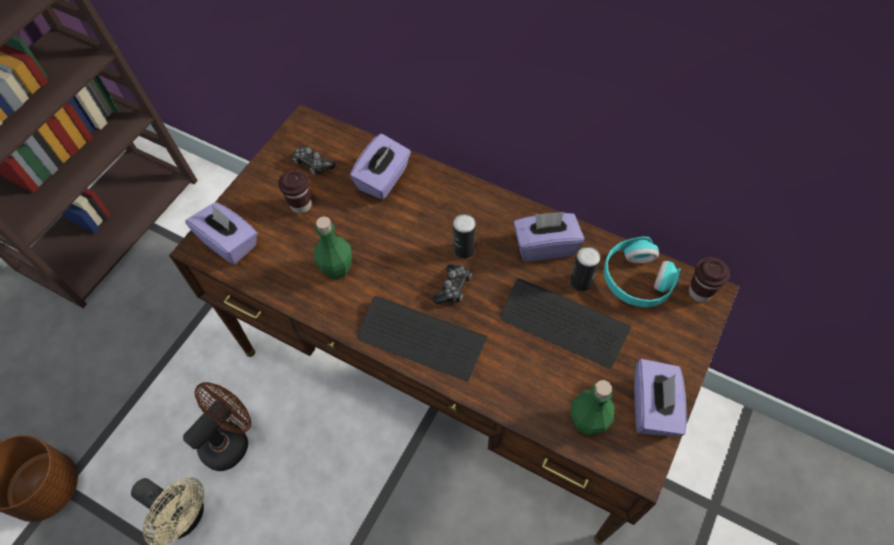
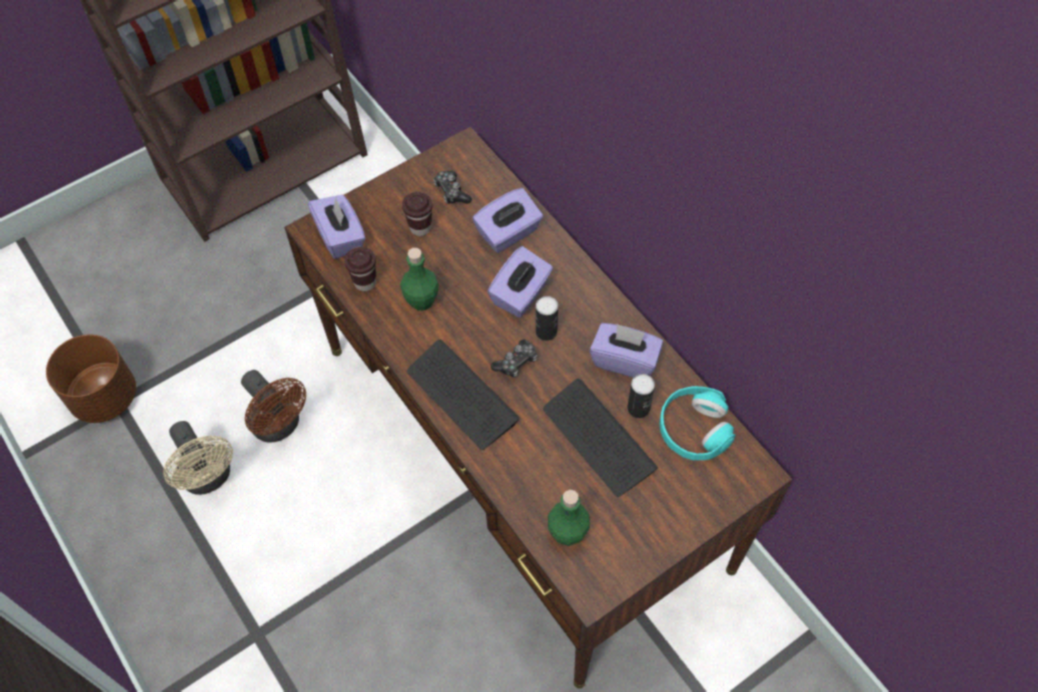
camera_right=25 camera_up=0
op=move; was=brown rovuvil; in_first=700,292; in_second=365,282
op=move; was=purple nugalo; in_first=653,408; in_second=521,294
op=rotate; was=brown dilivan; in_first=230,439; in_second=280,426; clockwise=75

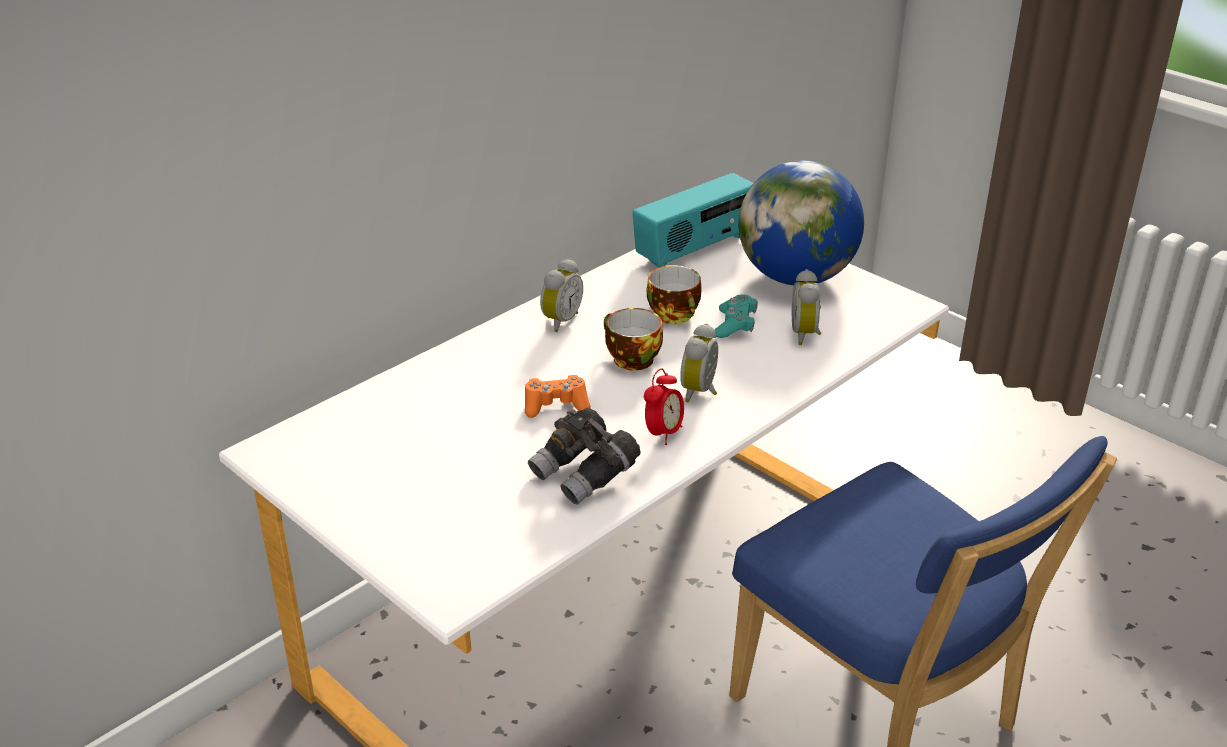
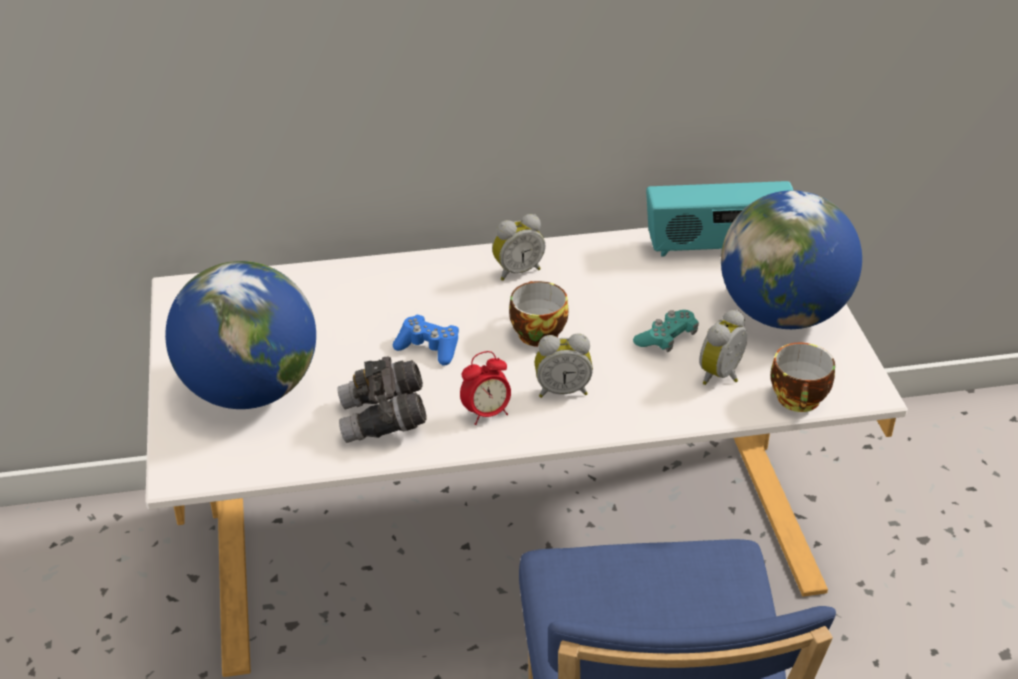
camera_right=35 camera_up=5
op=move; was=rovuvil; in_first=676,315; in_second=800,400
op=rotate; was=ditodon; in_first=701,392; in_second=562,390; clockwise=-150
op=recolor; was=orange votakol; now=blue votakol; in_first=556,405; in_second=428,348
op=insert; now=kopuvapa; in_second=250,391

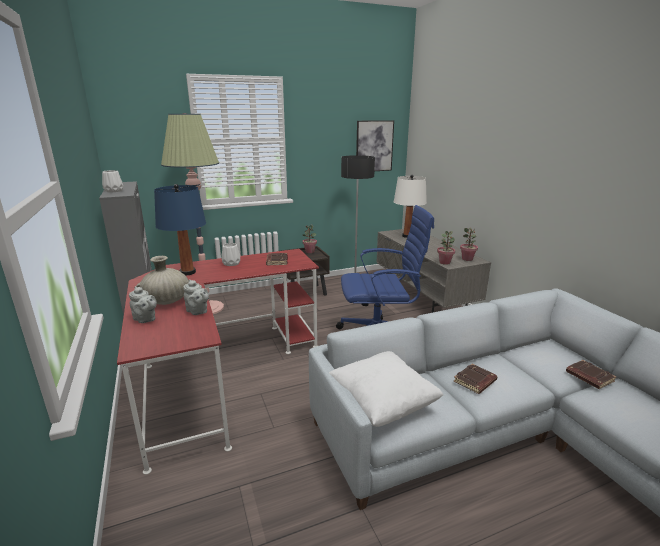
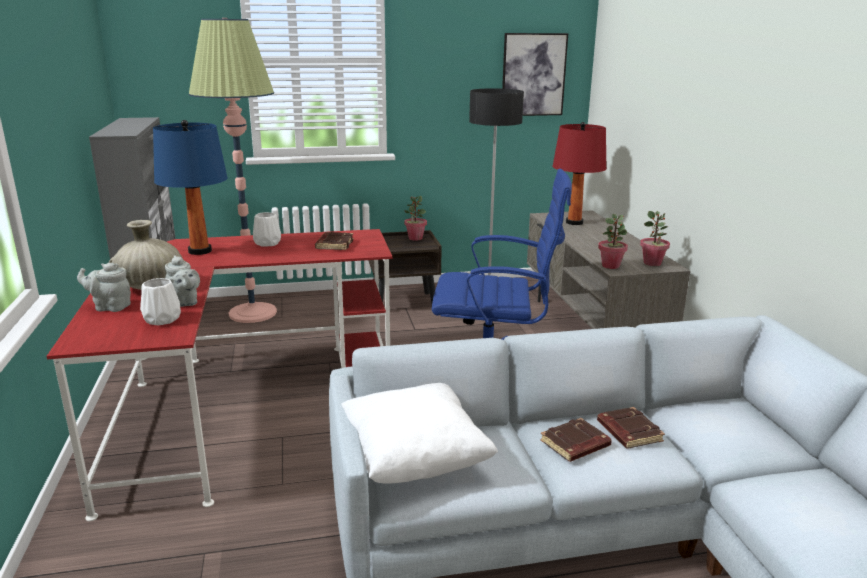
camera_right=10 camera_up=0
op=move; was=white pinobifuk; in_first=114,191; in_second=163,319
op=recolor; was=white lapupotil; now=red lapupotil; in_first=407,236; in_second=574,222
op=rotate; was=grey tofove; in_first=145,319; in_second=110,307; clockwise=135
op=move; was=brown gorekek; in_first=588,377; in_second=628,432

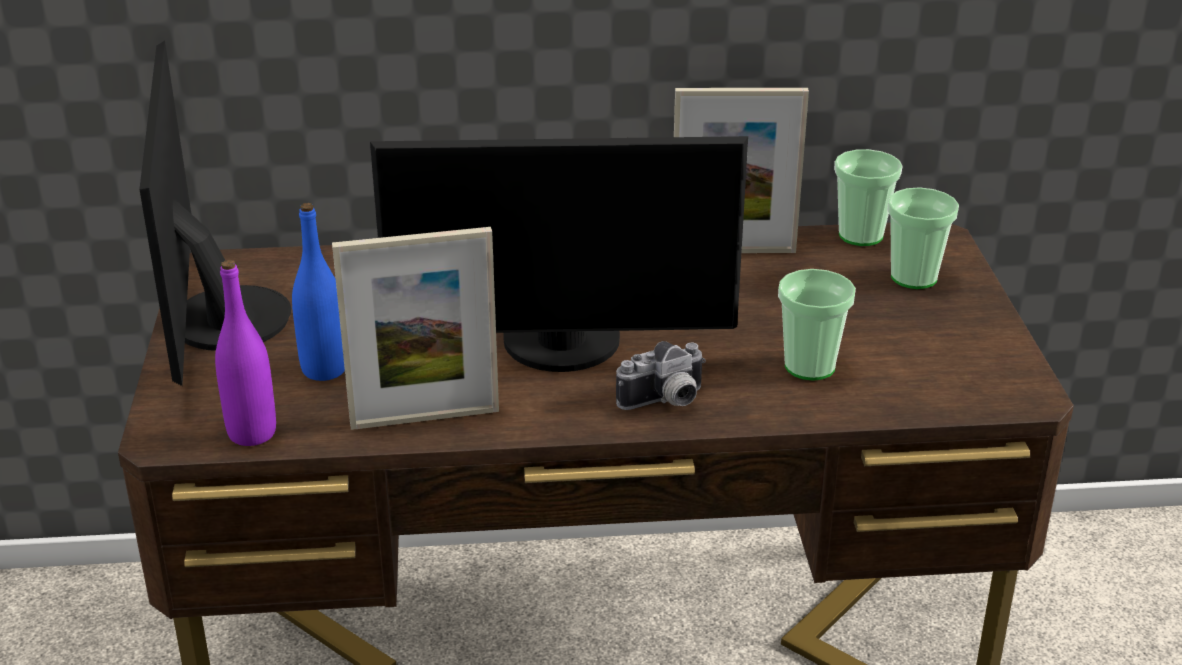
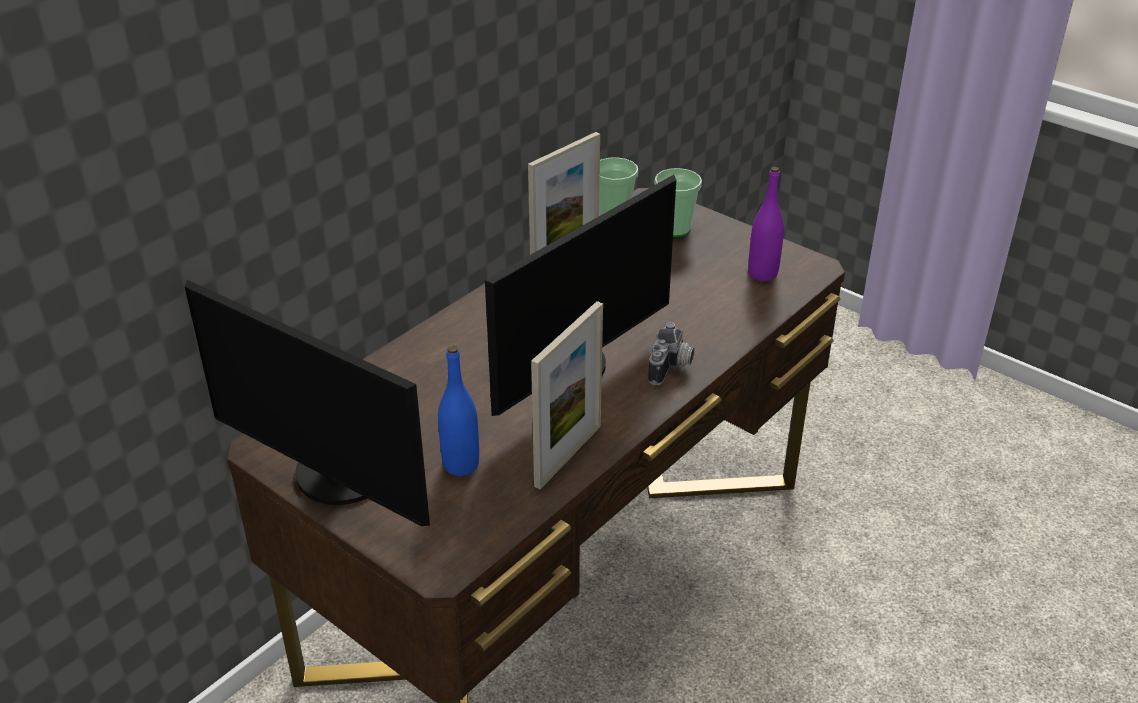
camera_right=-45 camera_up=5
op=move; was=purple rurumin; in_first=252,433; in_second=762,274
op=delete; was=rovuvil; in_first=810,366

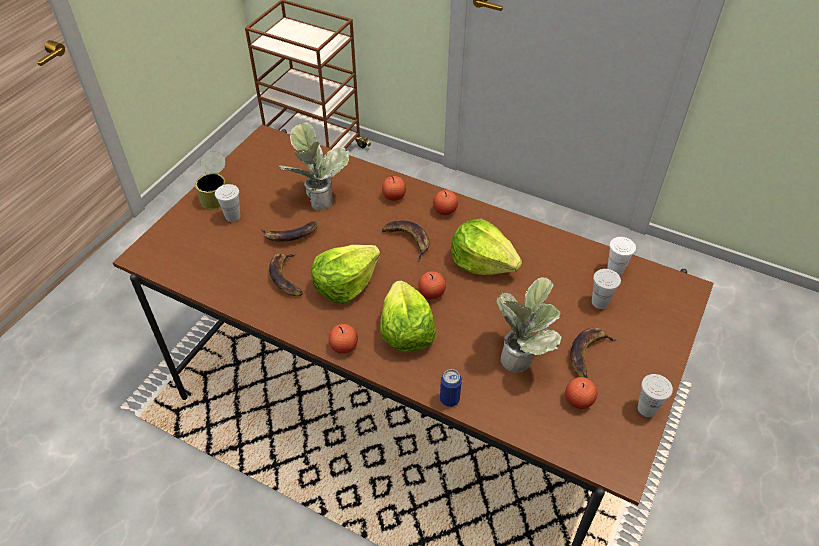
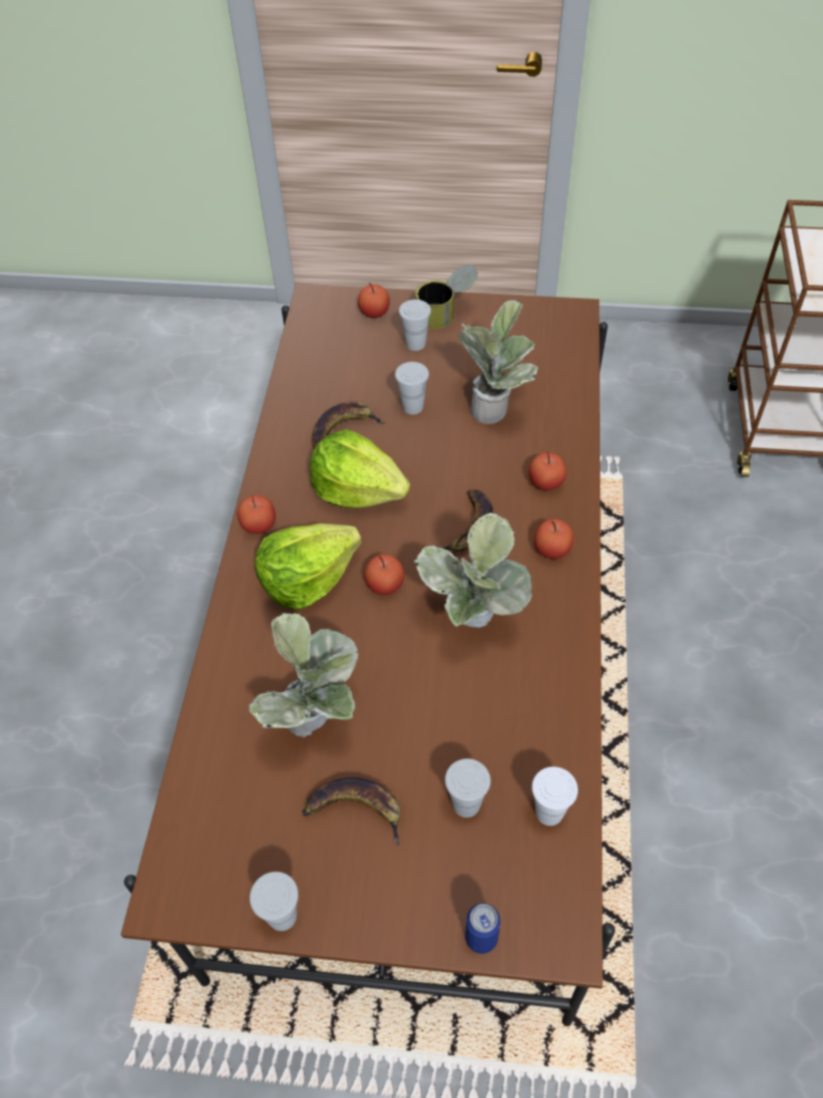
camera_right=70 camera_up=5
op=replace; was=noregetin; now=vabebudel; in_first=482,262; in_second=472,626
op=replace; was=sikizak; now=white rovuvil; in_first=290,235; in_second=413,407
op=move; was=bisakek; in_first=449,399; in_second=481,938
op=move; was=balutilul; in_first=578,400; in_second=374,312

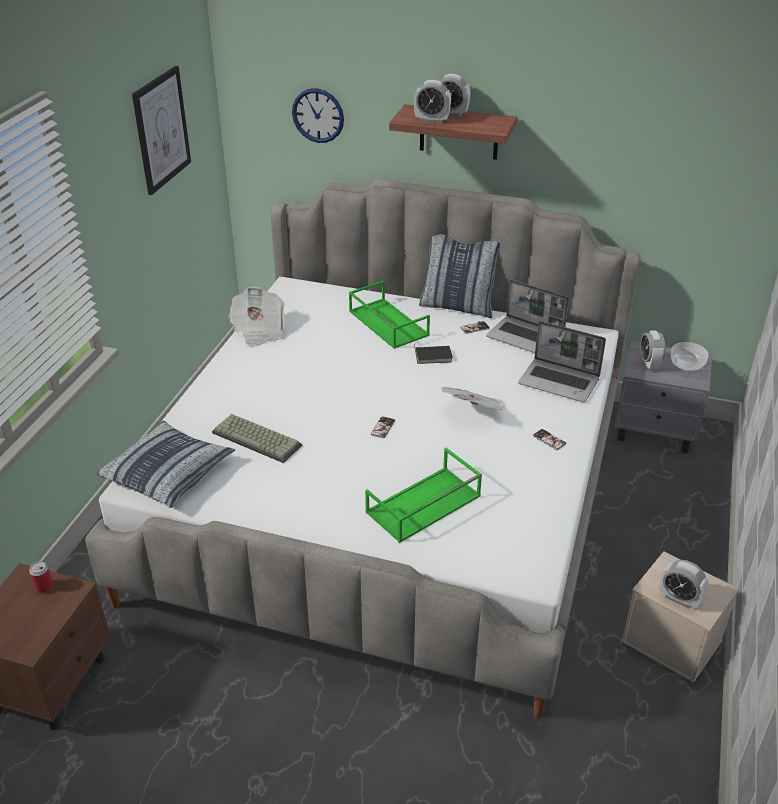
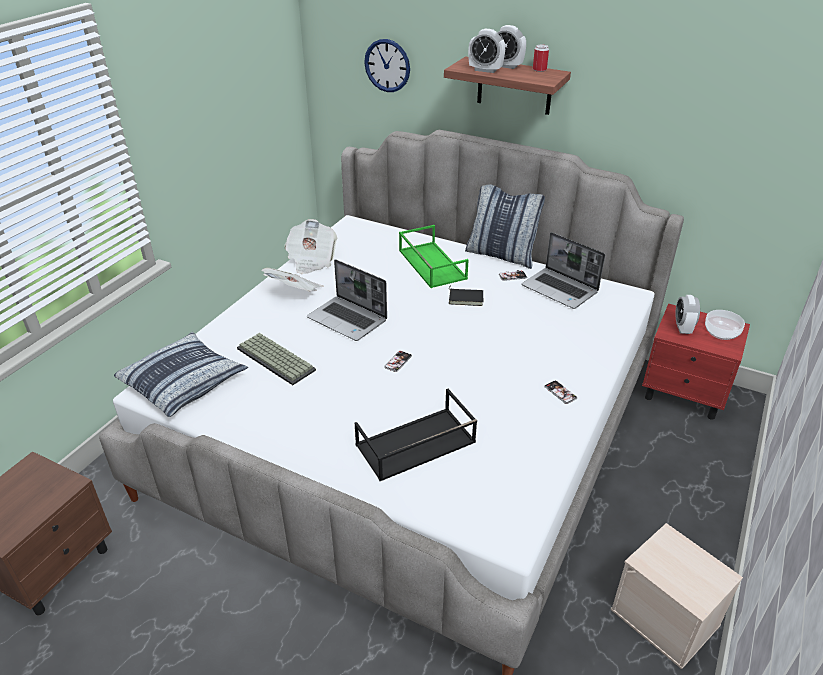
camera_right=10 camera_up=0
op=delete; was=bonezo; in_first=161,130
op=move; was=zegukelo; in_first=560,382; in_second=348,319
op=recolor; was=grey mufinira; now=red mufinira; in_first=655,431; in_second=684,394
op=move; was=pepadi; in_first=475,412; in_second=295,293
op=recolor; was=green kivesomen; now=black kivesomen; in_first=423,505; in_second=415,445
op=delete; was=ditodon; in_first=679,599
op=move; was=bisakek; in_first=44,587; in_second=539,70

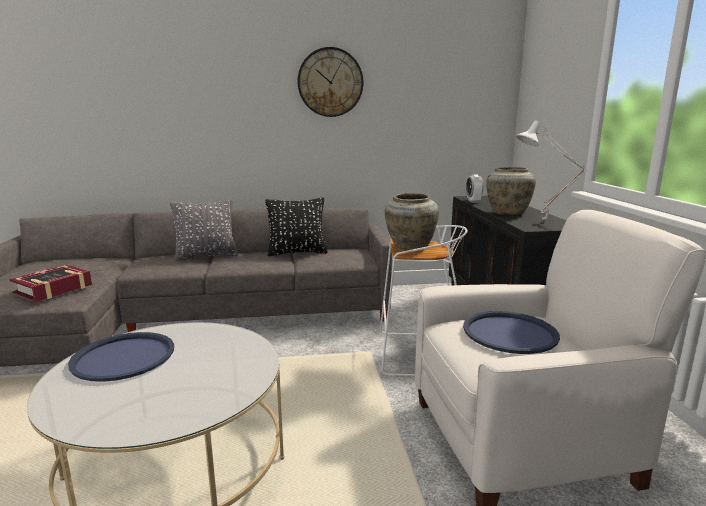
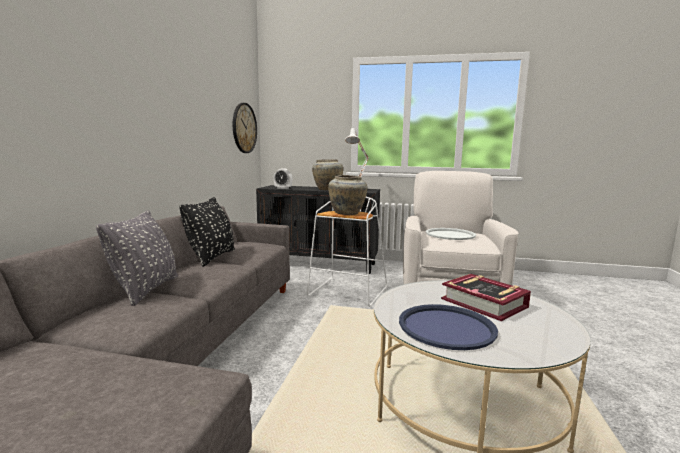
camera_right=-70 camera_up=-5
op=move; was=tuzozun; in_first=330,82; in_second=244,128
op=move; was=gorekek; in_first=53,289; in_second=484,303
op=recolor; was=blue kivesomen; now=white kivesomen; in_first=510,333; in_second=450,235

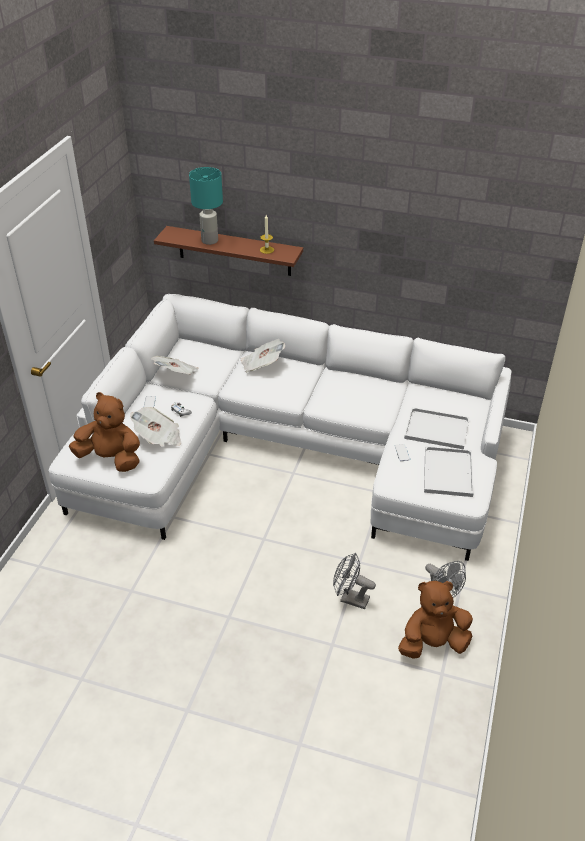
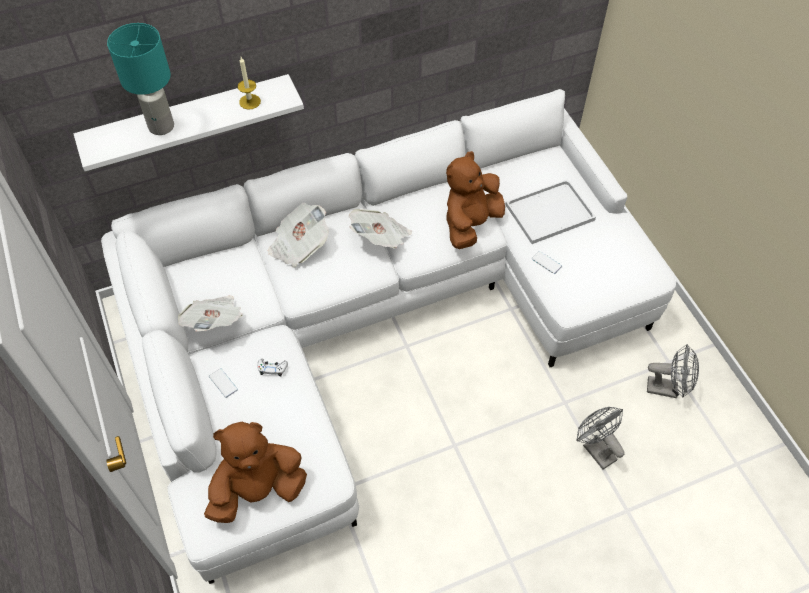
camera_right=-40 camera_up=15
op=recolor; was=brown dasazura; now=white dasazura; in_first=234,251; in_second=189,121
op=move; was=pepadi; in_first=158,437; in_second=381,238
op=delete; was=white kivesomen; in_first=449,473
op=rotate; was=grey dilivan; in_first=350,599; in_second=595,449; clockwise=75
op=move; was=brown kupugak; in_first=432,643; in_second=470,224

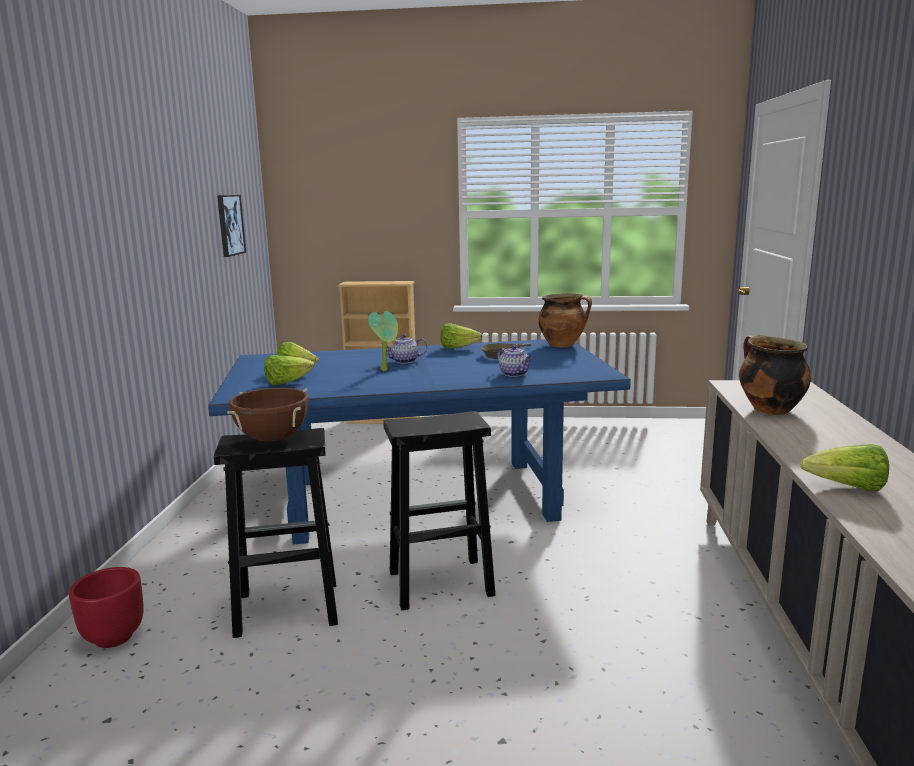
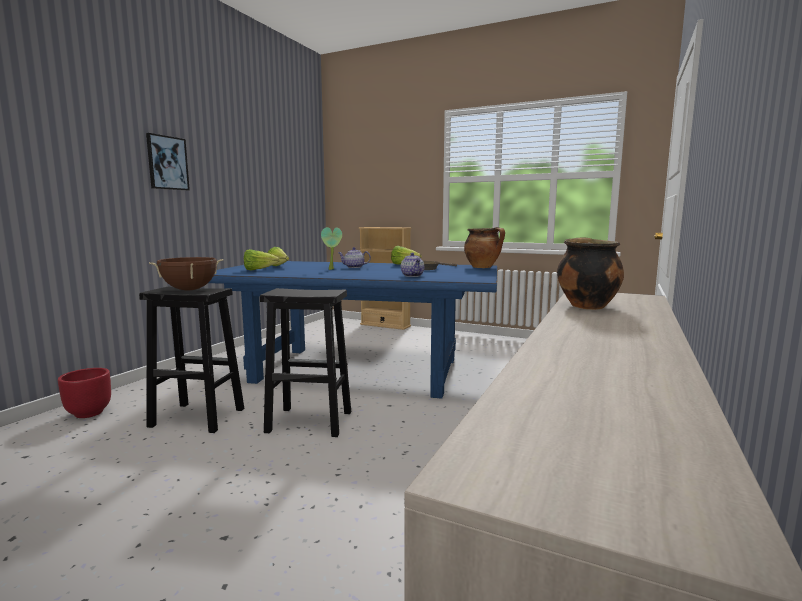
camera_right=20 camera_up=-5
op=move; was=bonezo; in_first=230,225; in_second=167,163
op=delete; was=noregetin; in_first=847,488

